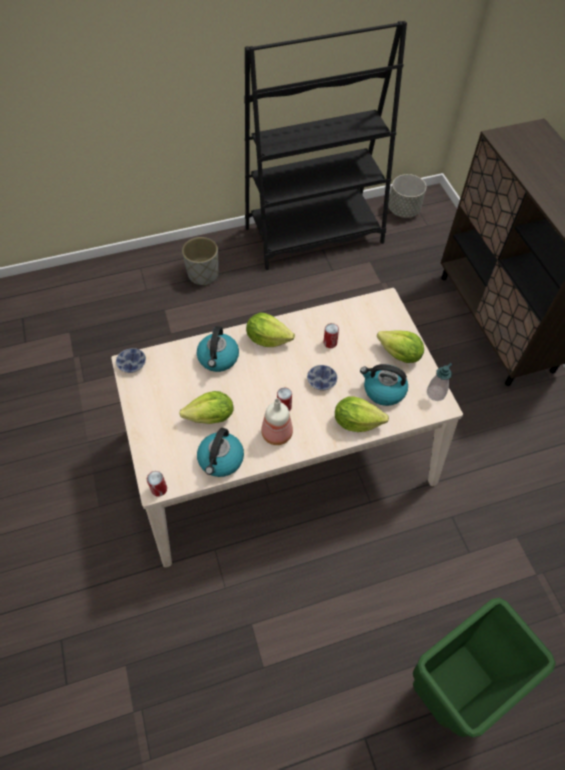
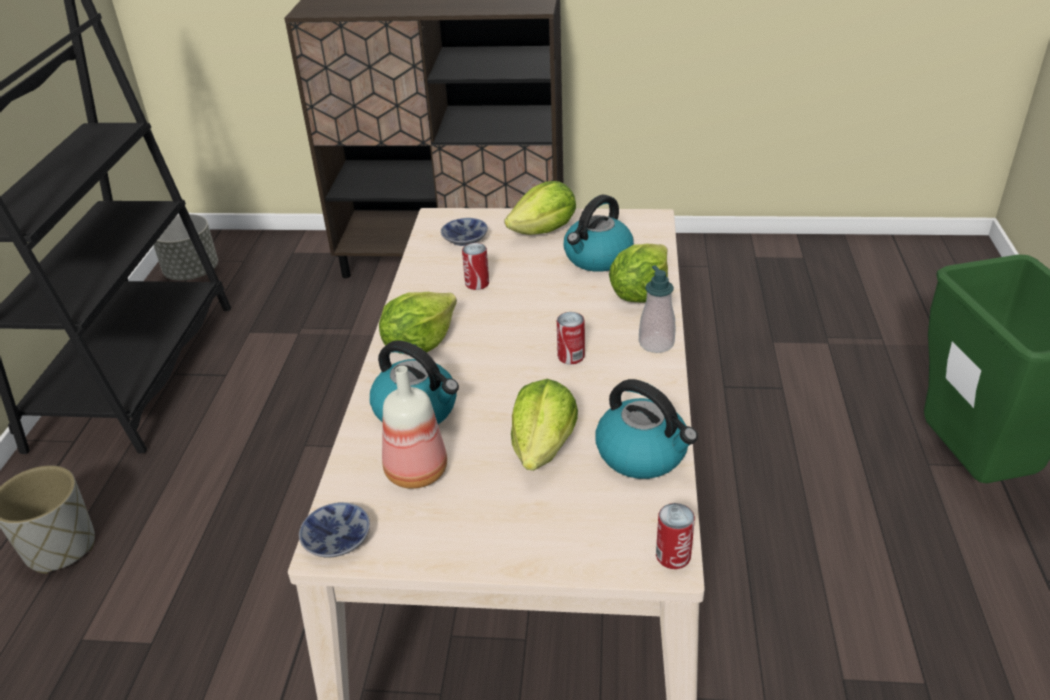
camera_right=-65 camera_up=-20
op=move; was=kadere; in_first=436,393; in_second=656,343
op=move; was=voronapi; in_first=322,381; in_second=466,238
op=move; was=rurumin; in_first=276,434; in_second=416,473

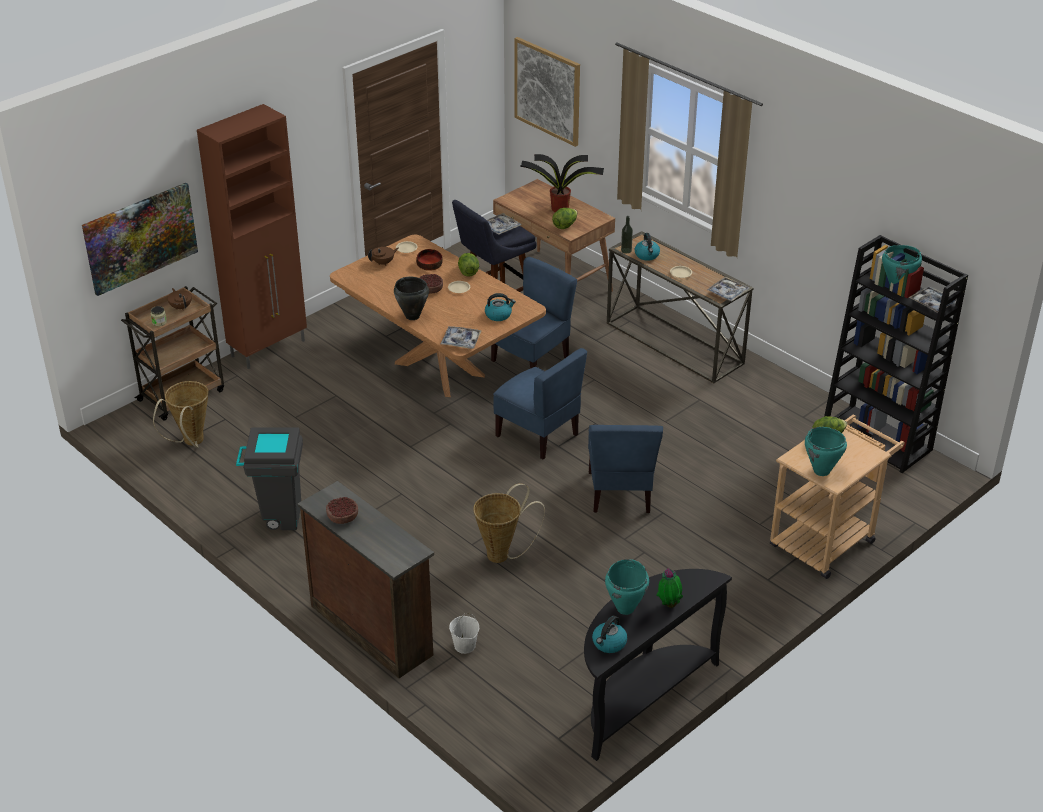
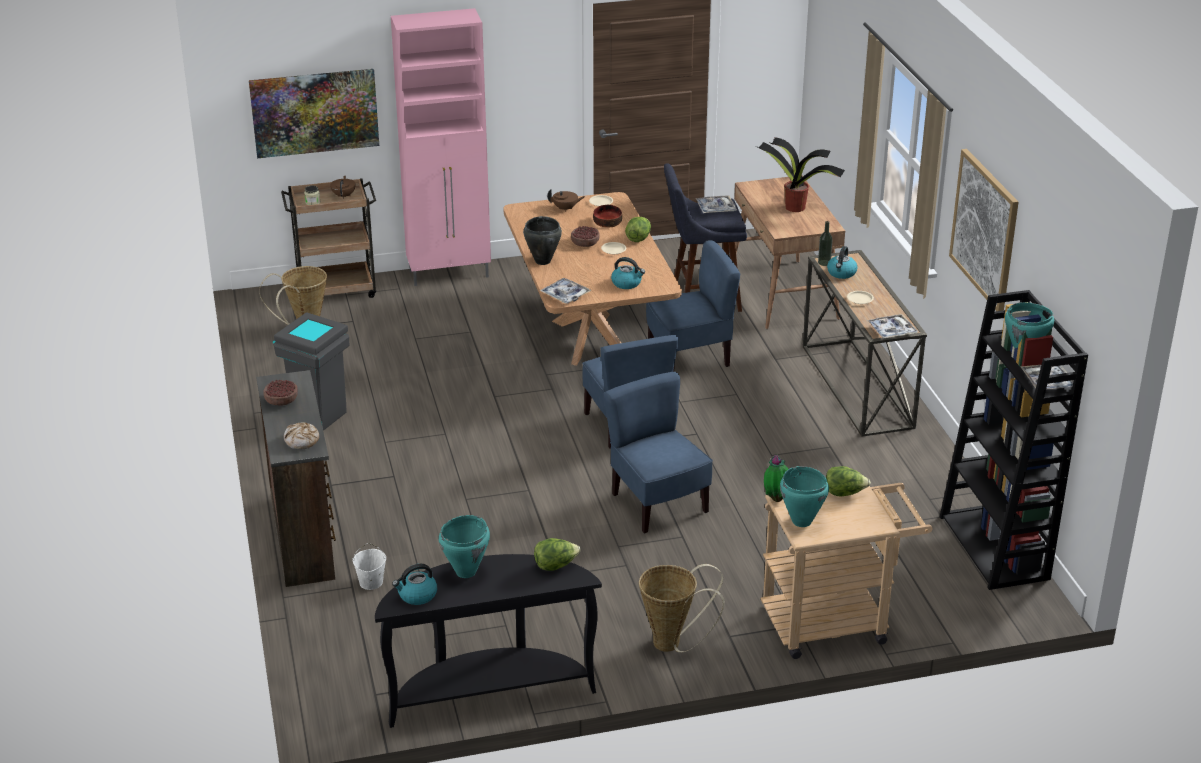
camera_right=30 camera_up=-5
op=move; was=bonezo; in_first=547,91; in_second=985,229
op=recolor; was=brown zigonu; now=pink zigonu; in_first=269,348; in_second=450,274
op=move; was=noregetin; in_first=565,226; in_second=555,565
op=rotate; was=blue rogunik; in_first=620,493; in_second=657,504; clockwise=120
op=move; was=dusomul; in_first=503,554; in_second=673,644
op=move; was=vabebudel; in_first=669,604; in_second=776,499
op=insert; now=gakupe; in_second=301,441

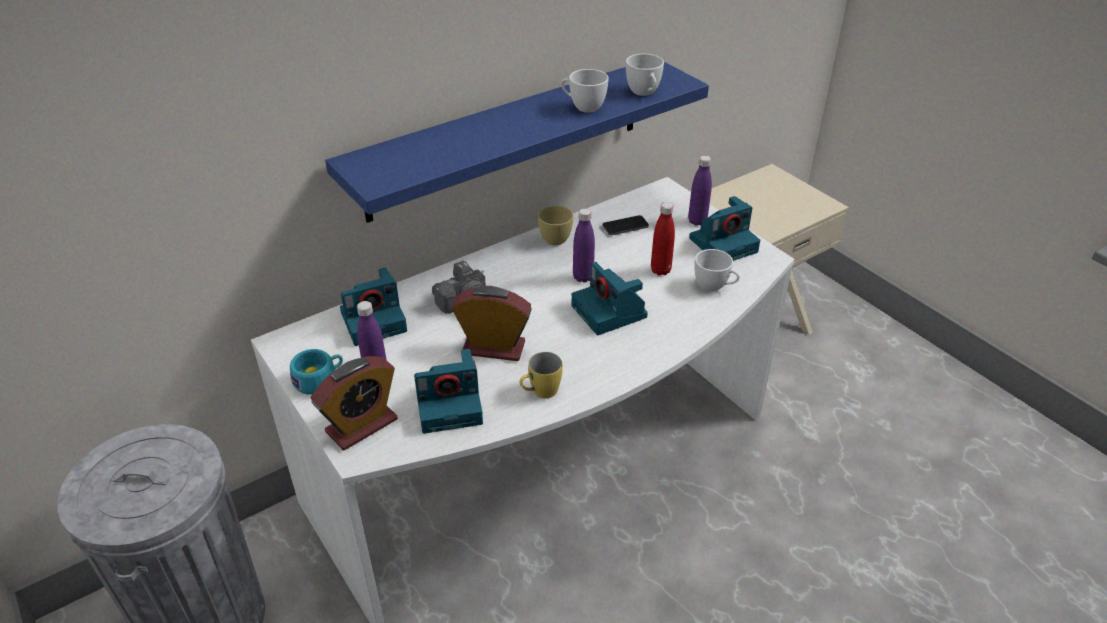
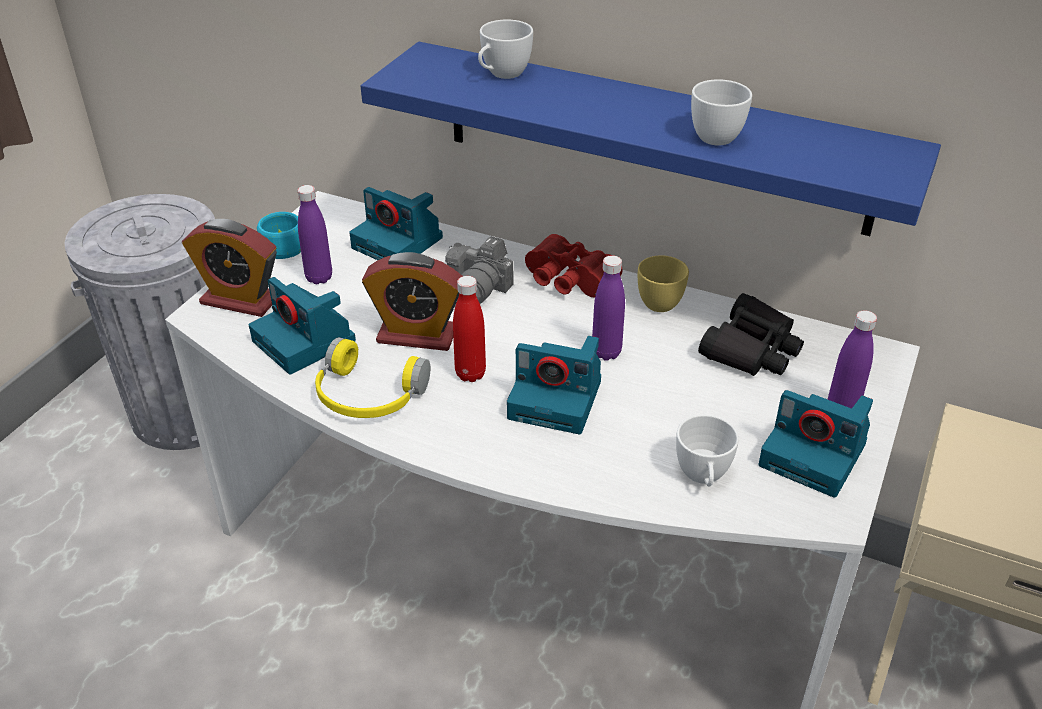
camera_right=60 camera_up=0
op=move; was=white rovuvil; in_first=644,93; in_second=502,75
op=move; was=red rurumin; in_first=660,270; in_second=470,374
op=replace; was=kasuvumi; now=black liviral; in_first=625,227; in_second=751,349
op=rotate; was=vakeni; in_first=610,312; in_second=557,399; clockwise=-105
op=rotate; was=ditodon; in_first=493,348; in_second=417,335; clockwise=120
op=replace; was=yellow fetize; now=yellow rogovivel; in_first=540,392; in_second=367,396
op=insert; now=red liviral; in_second=567,281

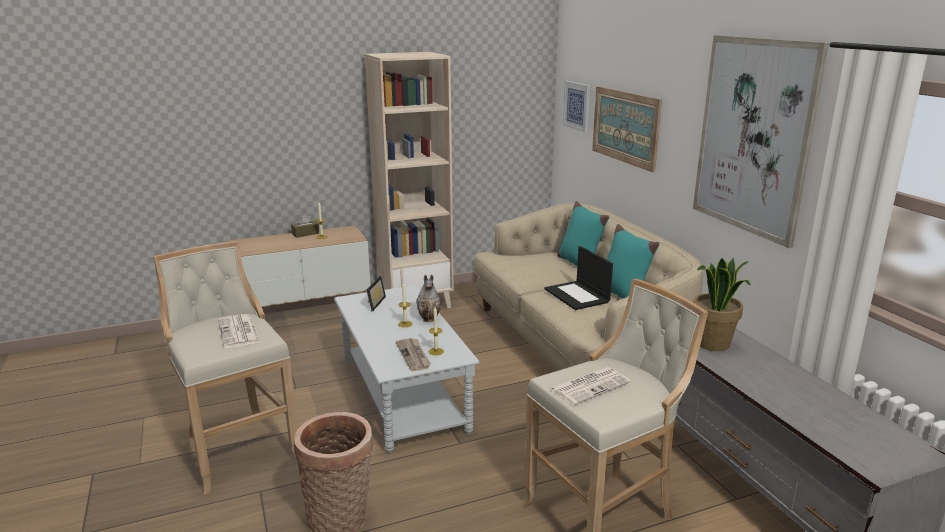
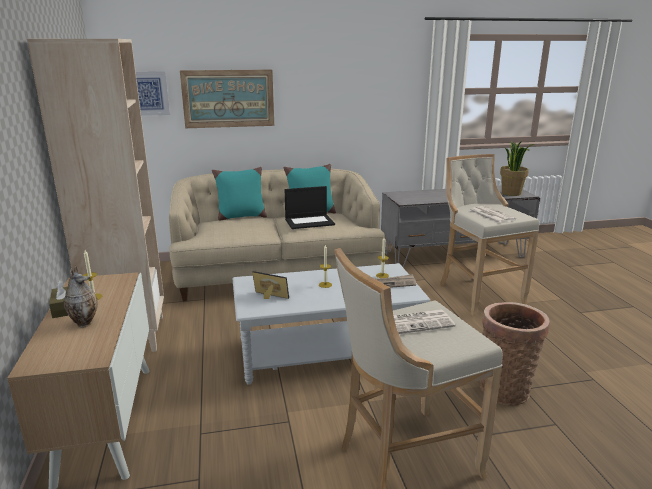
camera_right=-80 camera_up=0
op=delete; was=bonezo; in_first=754,137
op=move; was=vabebudel; in_first=713,344; in_second=511,193
op=move; was=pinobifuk; in_first=429,319; in_second=84,322

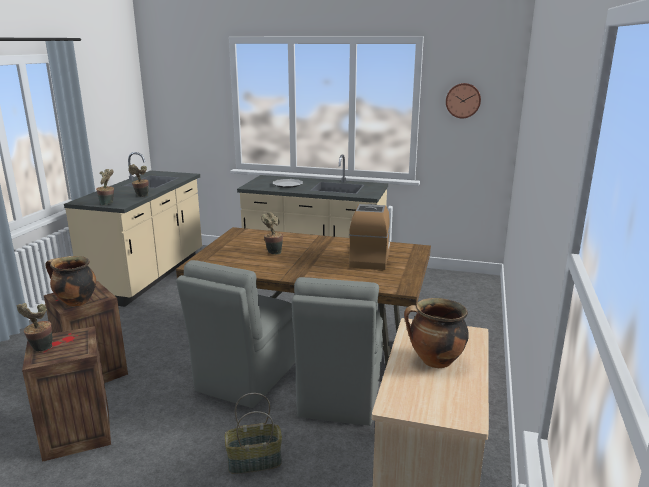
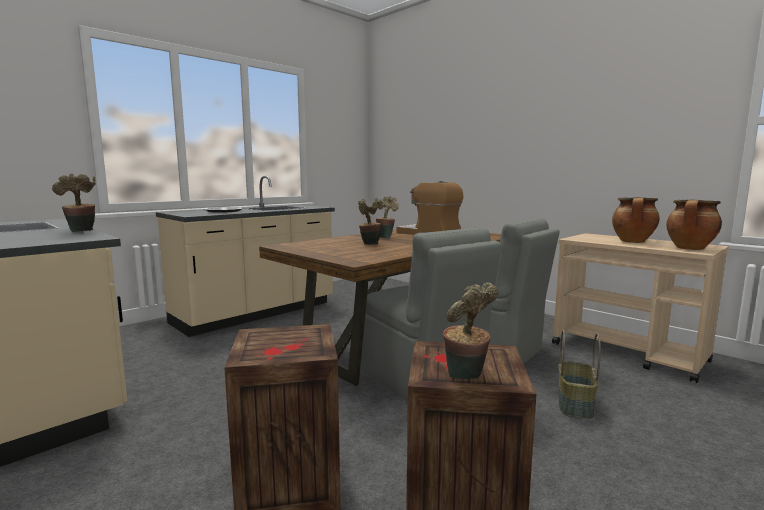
camera_right=-60 camera_up=-10
op=delete; was=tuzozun; in_first=463,100
op=move; was=vabebudel; in_first=108,204; in_second=385,237
op=move; was=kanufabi; in_first=75,302; in_second=690,248

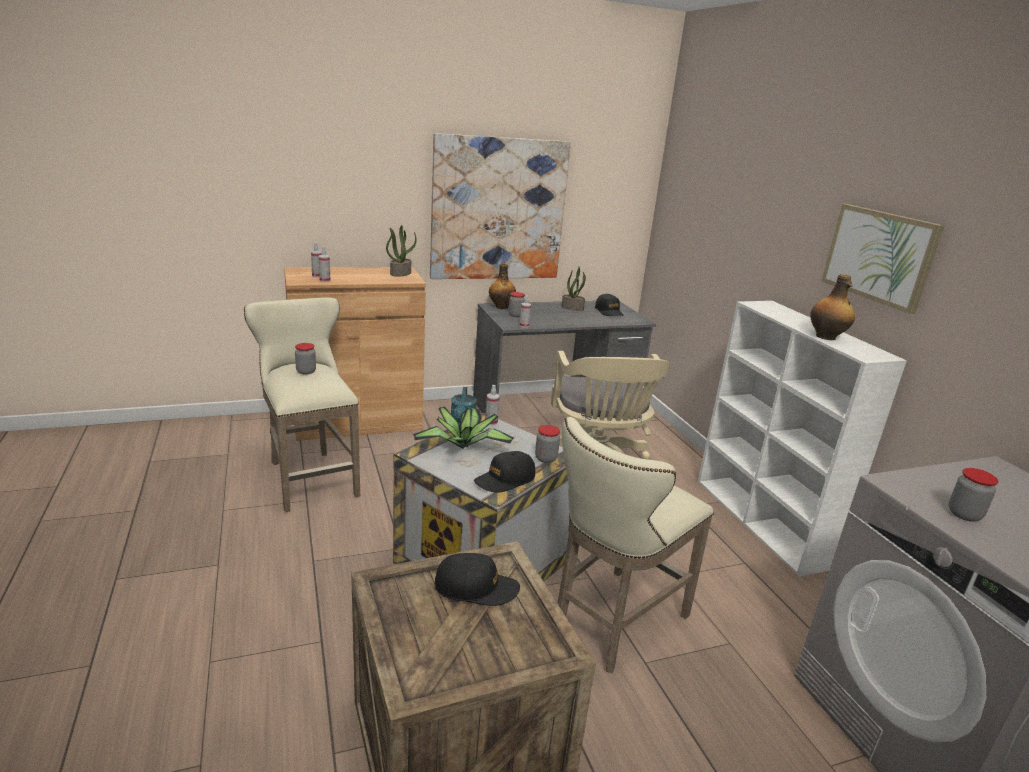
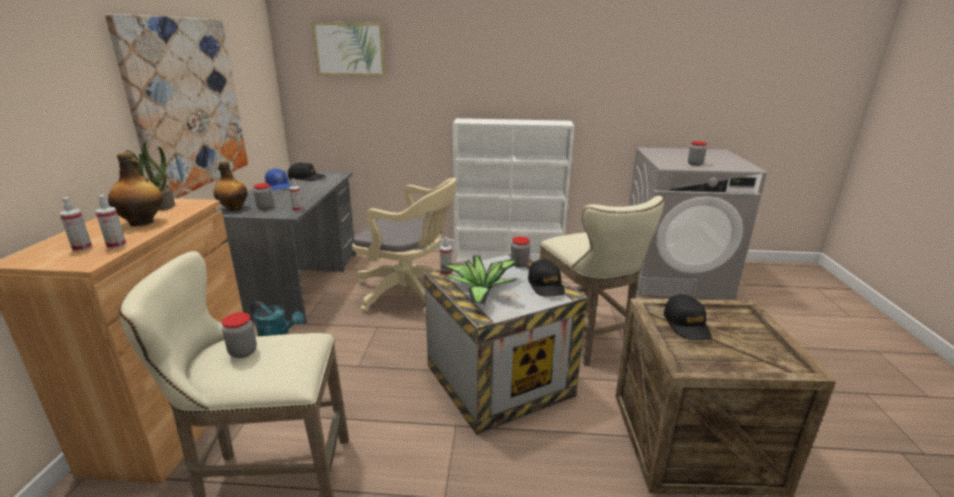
camera_right=-65 camera_up=0
op=move; was=bonezo; in_first=879,256; in_second=350,49
op=replace; was=vabebudel; now=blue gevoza; in_first=573,308; in_second=279,186
op=move; was=rurumin; in_first=826,337; in_second=142,222
op=rotate; was=black gevoza; in_first=476,588; in_second=686,325; clockwise=150

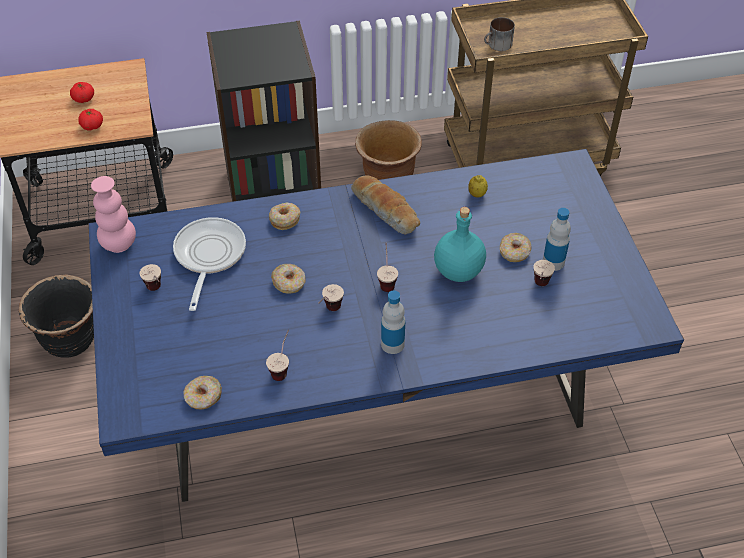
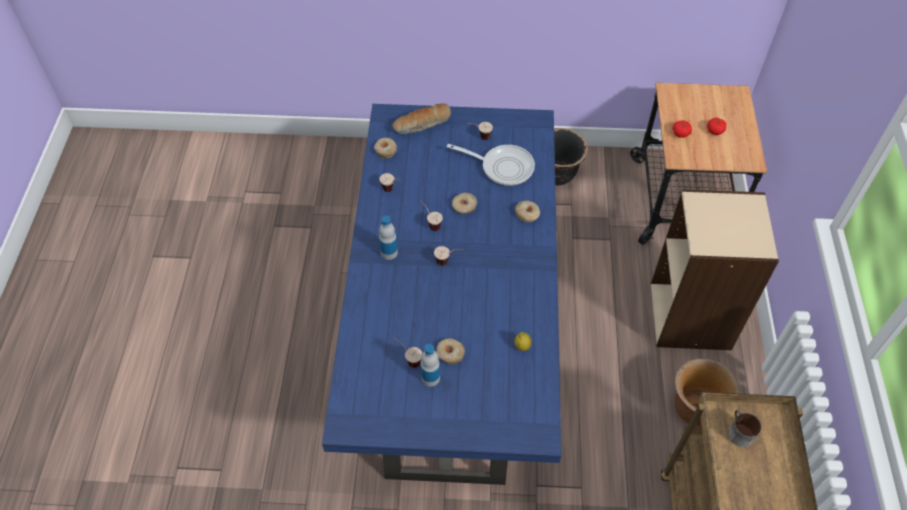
camera_right=105 camera_up=5
op=recolor; was=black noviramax; now=beige noviramax; in_first=273,191; in_second=691,316
op=move; was=gakupe; in_first=386,211; in_second=422,124
op=delete; was=pink pinobifuk; in_first=119,245
op=delete; was=turquoise rurumin; in_first=459,272

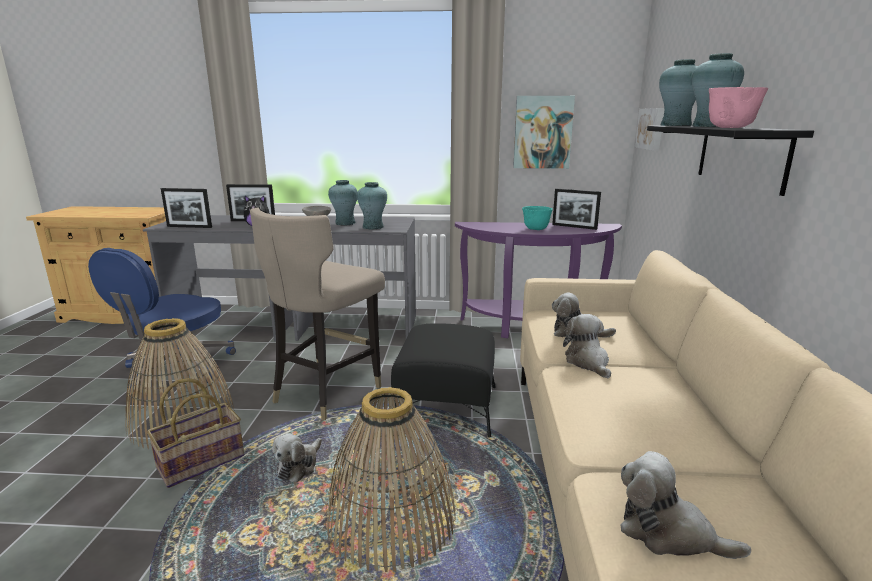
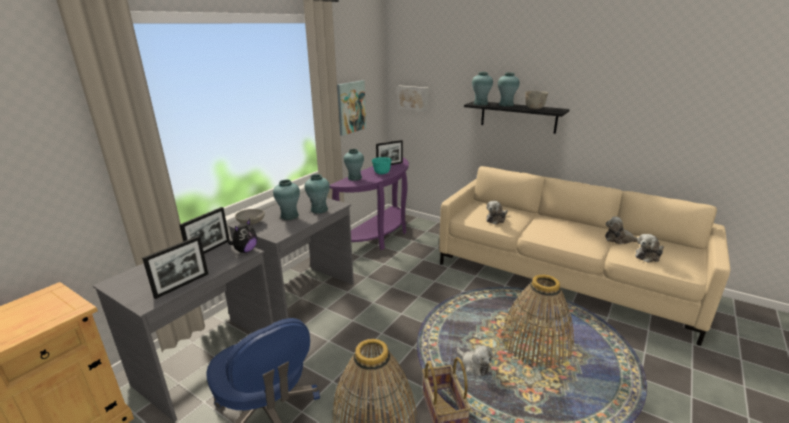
camera_right=-60 camera_up=5
op=recolor; was=pink voronapi; now=grey voronapi; in_first=730,128; in_second=534,108
op=delete; was=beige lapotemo; in_first=326,392
op=move; was=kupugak; in_first=588,362; in_second=619,239
op=delete; was=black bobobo; in_first=445,407
op=insert; now=turquoise pinobifuk; in_second=355,178

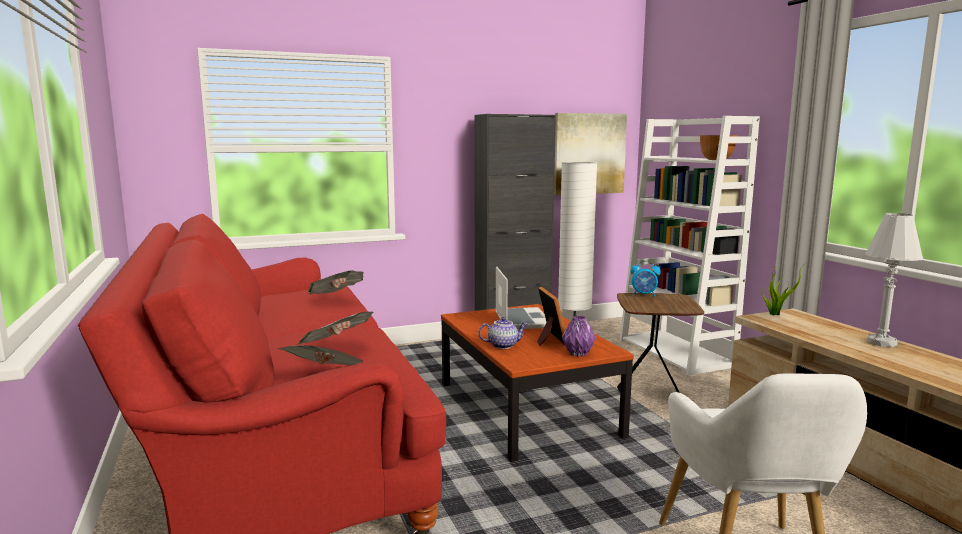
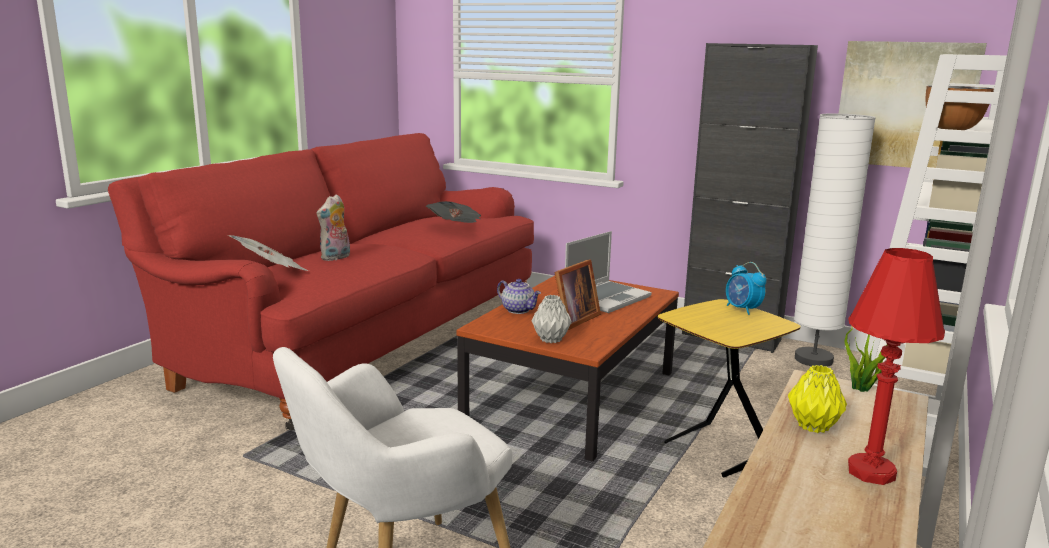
camera_right=50 camera_up=5
op=recolor; was=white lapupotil; now=red lapupotil; in_first=881,342; in_second=871,472
op=recolor; was=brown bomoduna; now=yellow bomoduna; in_first=653,399; in_second=716,451
op=replace; was=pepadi; now=kupugak; in_first=336,348; in_second=336,258
op=recolor; was=purple pinobifuk; now=grey pinobifuk; in_first=578,353; in_second=551,340
op=insert; now=yellow pinobifuk; in_second=813,427

